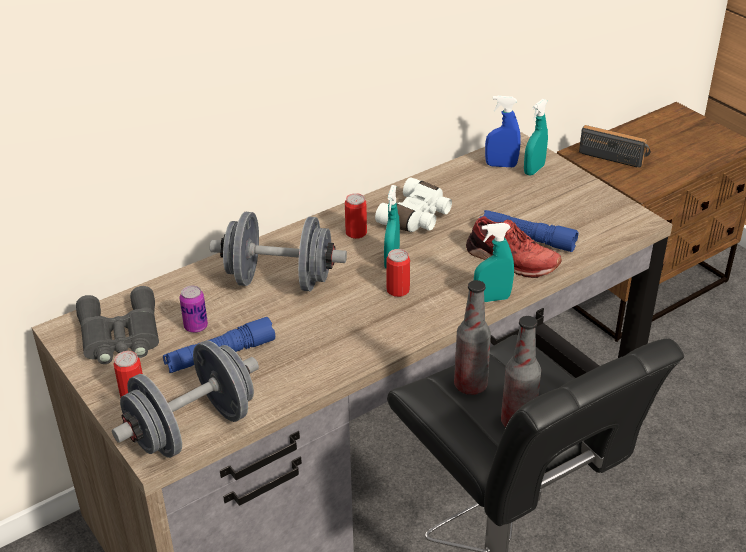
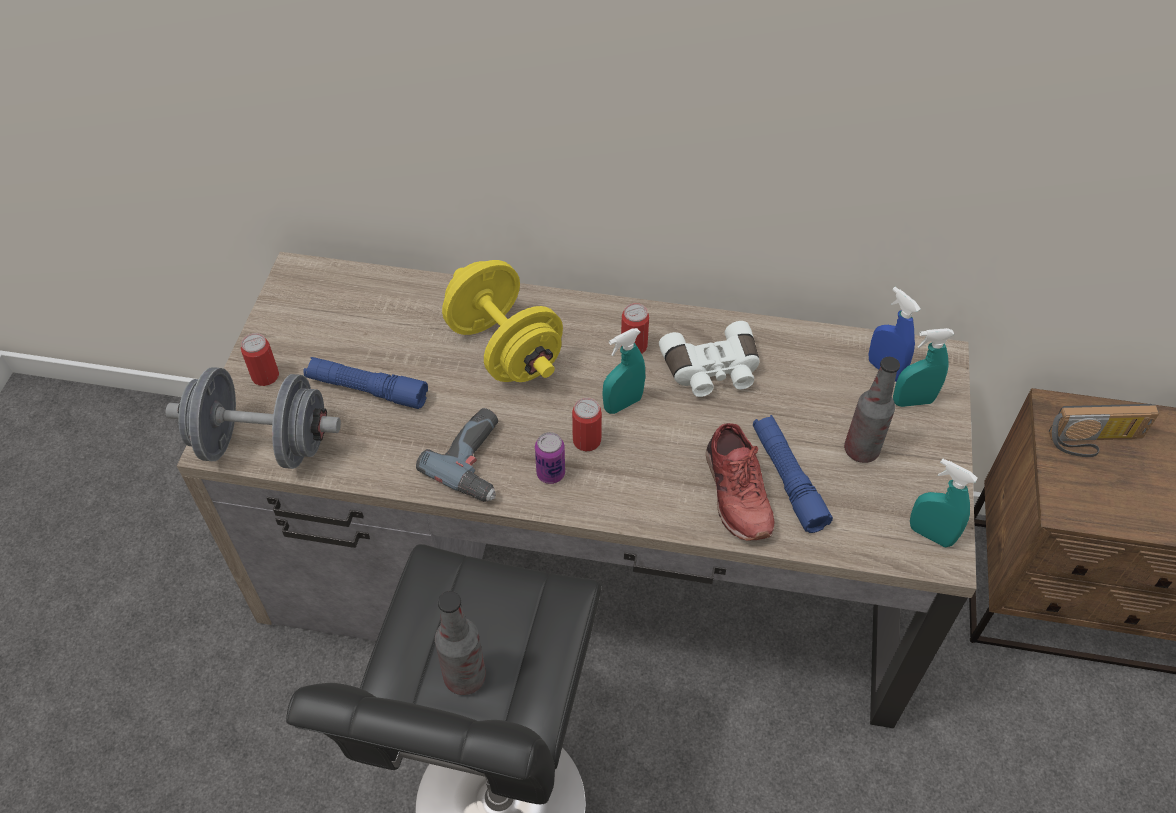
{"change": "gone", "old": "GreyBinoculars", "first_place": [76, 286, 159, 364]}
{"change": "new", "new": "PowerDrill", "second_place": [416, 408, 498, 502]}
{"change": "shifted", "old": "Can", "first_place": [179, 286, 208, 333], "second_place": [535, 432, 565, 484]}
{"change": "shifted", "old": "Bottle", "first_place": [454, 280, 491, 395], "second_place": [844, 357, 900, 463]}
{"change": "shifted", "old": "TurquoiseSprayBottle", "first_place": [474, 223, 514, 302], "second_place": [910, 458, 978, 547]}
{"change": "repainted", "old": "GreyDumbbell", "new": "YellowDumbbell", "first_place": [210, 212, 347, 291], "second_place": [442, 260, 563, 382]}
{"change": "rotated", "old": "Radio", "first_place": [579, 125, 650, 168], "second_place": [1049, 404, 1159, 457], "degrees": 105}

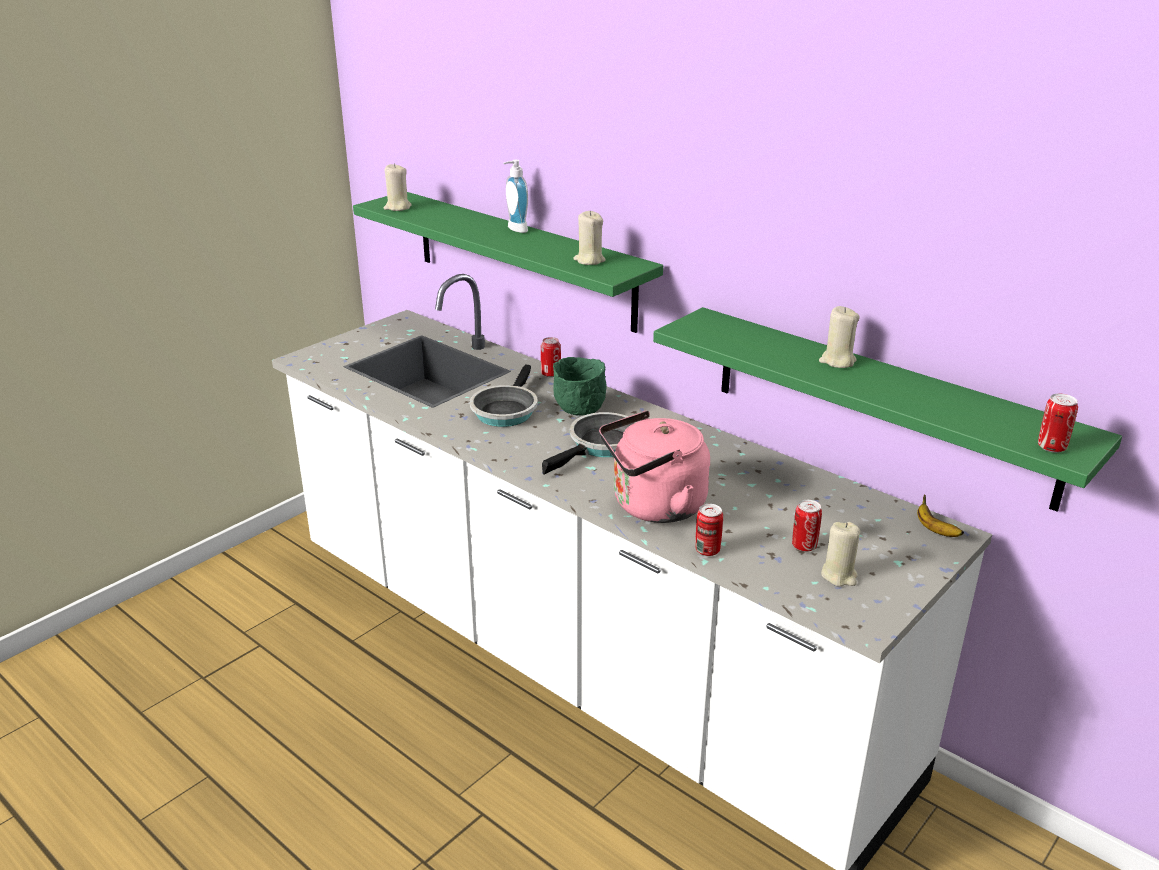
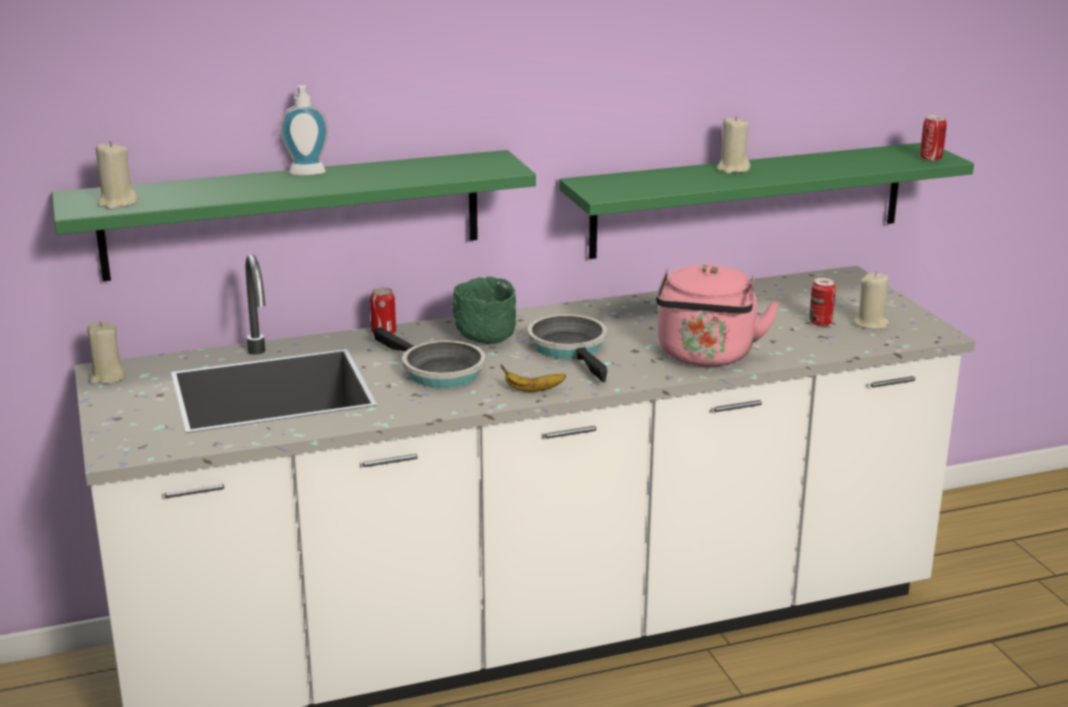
{"change": "gone", "old": "Can", "first_place": [695, 504, 723, 556]}
{"change": "shifted", "old": "BeigeCandle", "first_place": [573, 211, 606, 265], "second_place": [87, 321, 126, 384]}
{"change": "shifted", "old": "Banana", "first_place": [917, 494, 964, 537], "second_place": [500, 364, 566, 392]}

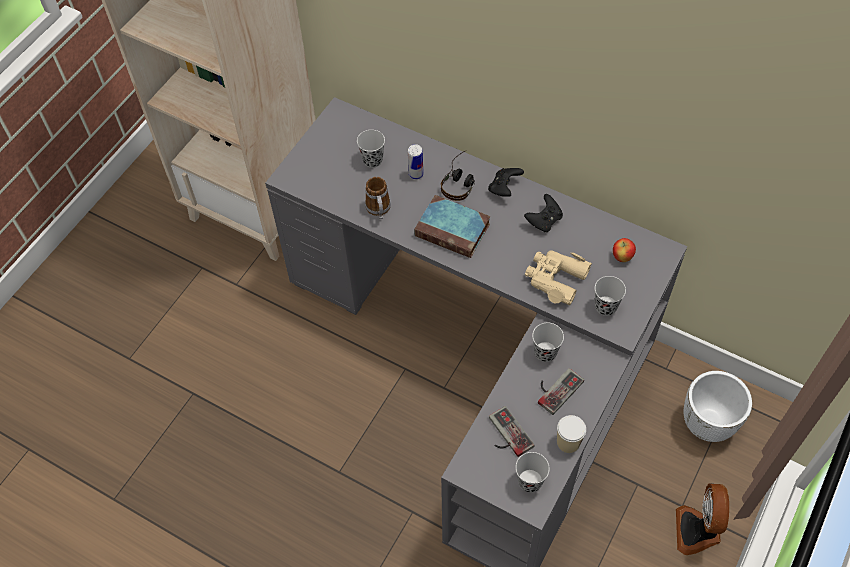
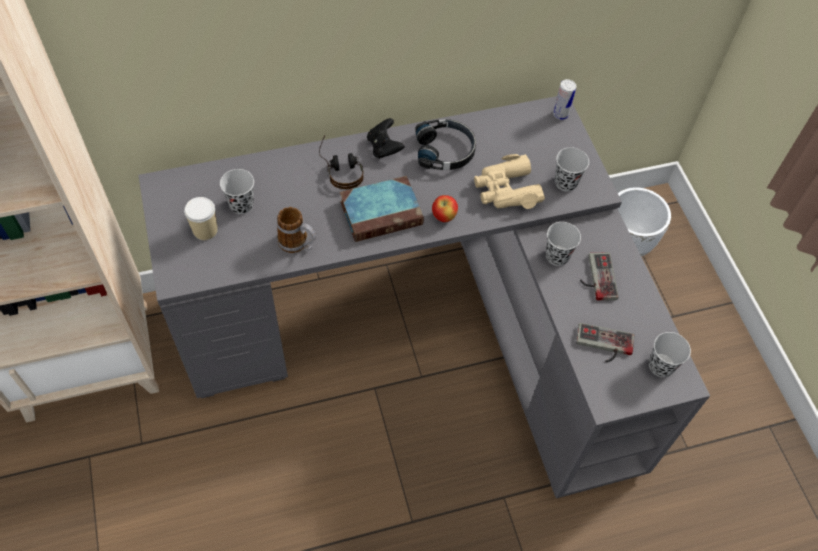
{"change": "gone", "old": "Fan", "first_place": [676, 483, 729, 555]}
{"change": "shifted", "old": "Can", "first_place": [408, 144, 423, 180], "second_place": [553, 79, 576, 120]}
{"change": "shifted", "old": "Cup", "first_place": [557, 415, 586, 453], "second_place": [184, 197, 218, 240]}
{"change": "shifted", "old": "Apple", "first_place": [613, 238, 636, 262], "second_place": [432, 195, 458, 222]}
{"change": "swapped", "old": "BlackGameController", "new": "BlackHeadphones", "first_place": [524, 194, 563, 232], "second_place": [415, 119, 476, 170]}

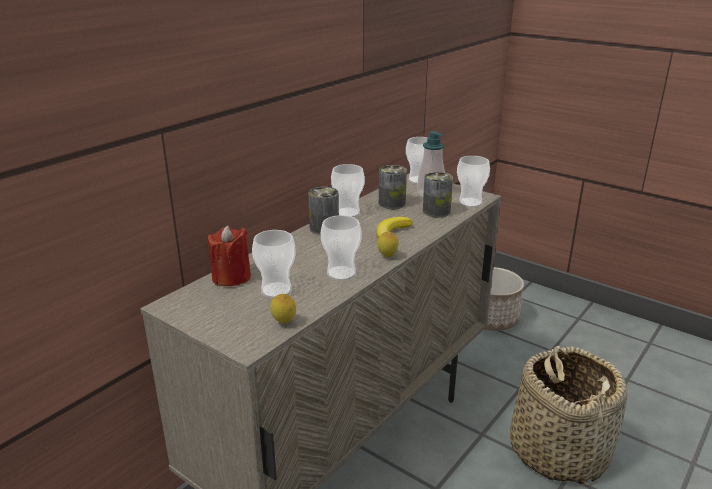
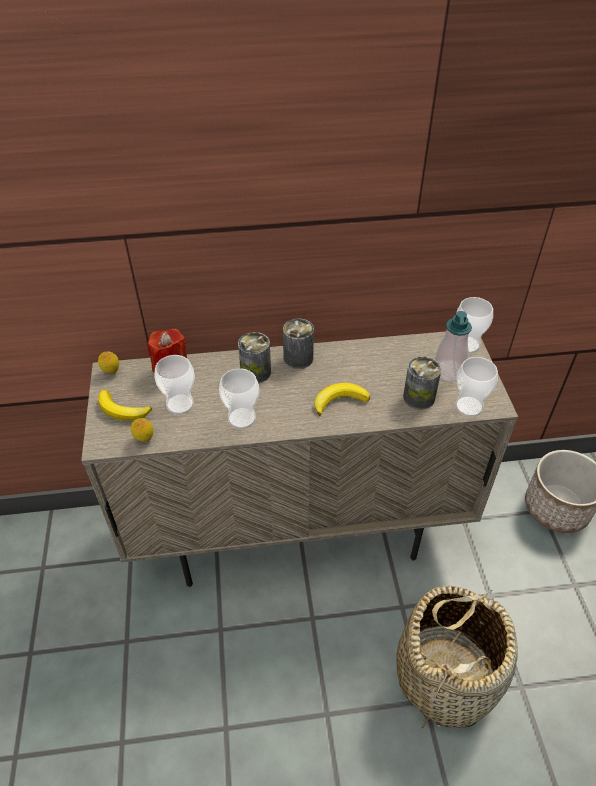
{"change": "gone", "old": "Cup", "first_place": [331, 164, 365, 217]}
{"change": "new", "new": "Banana", "second_place": [98, 390, 152, 420]}
{"change": "shifted", "old": "Lemon", "first_place": [377, 232, 398, 257], "second_place": [98, 352, 119, 374]}
{"change": "shifted", "old": "Can", "first_place": [379, 165, 407, 209], "second_place": [238, 332, 271, 383]}

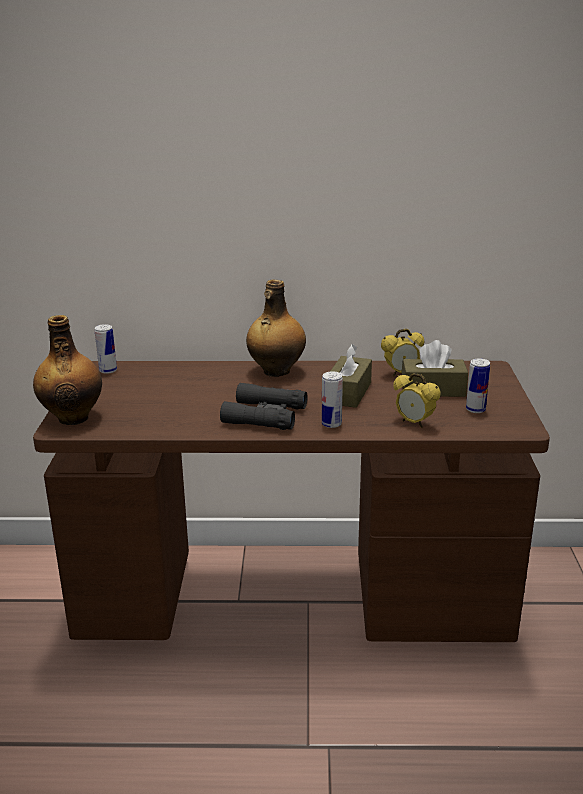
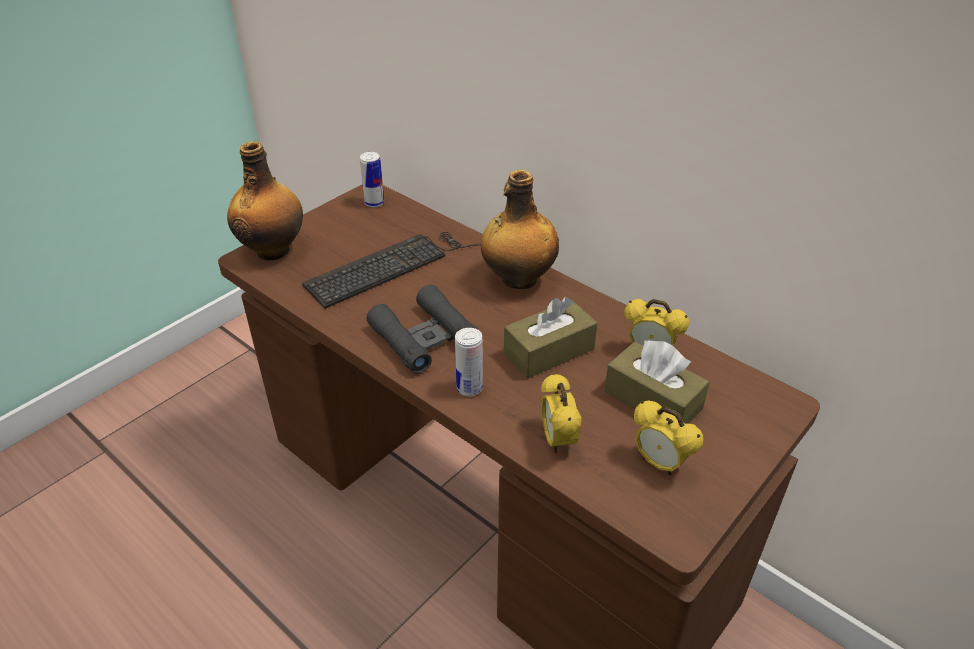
{"change": "new", "new": "Keyboard", "second_place": [302, 232, 481, 309]}
{"change": "swapped", "old": "Can", "new": "AlarmClock", "first_place": [466, 358, 490, 413], "second_place": [634, 401, 704, 476]}

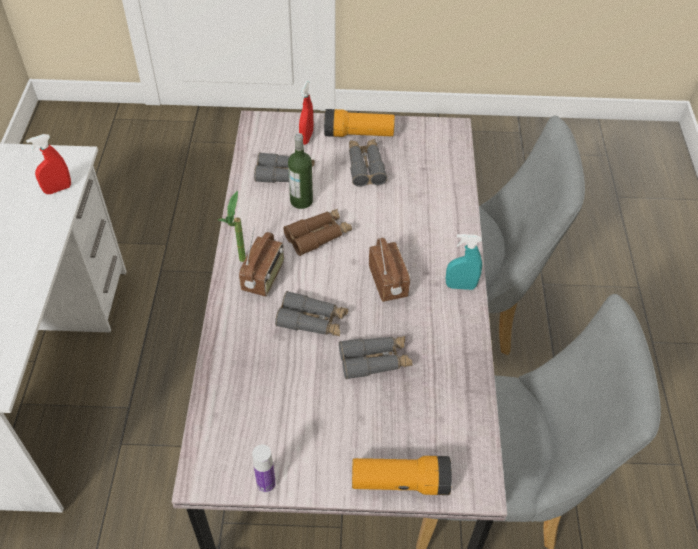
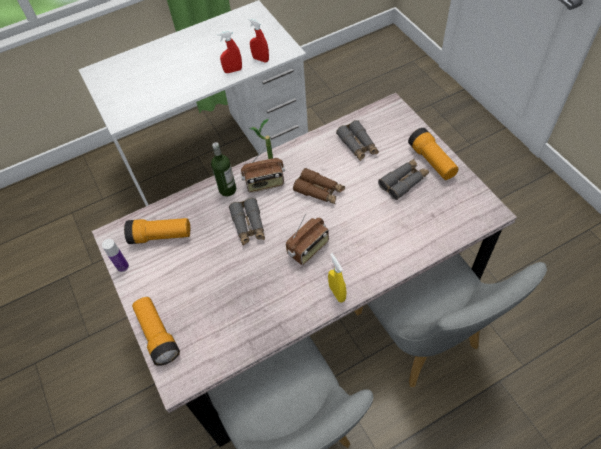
{"change": "gone", "old": "GreyBinoculars", "first_place": [339, 336, 413, 380]}
{"change": "new", "new": "Flashlight", "second_place": [124, 218, 190, 244]}
{"change": "shifted", "old": "Bottle", "first_place": [288, 133, 313, 209], "second_place": [211, 142, 236, 196]}
{"change": "shifted", "old": "RedSprayBottle", "first_place": [299, 81, 313, 145], "second_place": [217, 31, 242, 73]}
{"change": "repainted", "old": "TurquoiseSprayBottle", "new": "YellowSprayBottle", "first_place": [446, 234, 482, 290], "second_place": [328, 253, 346, 303]}

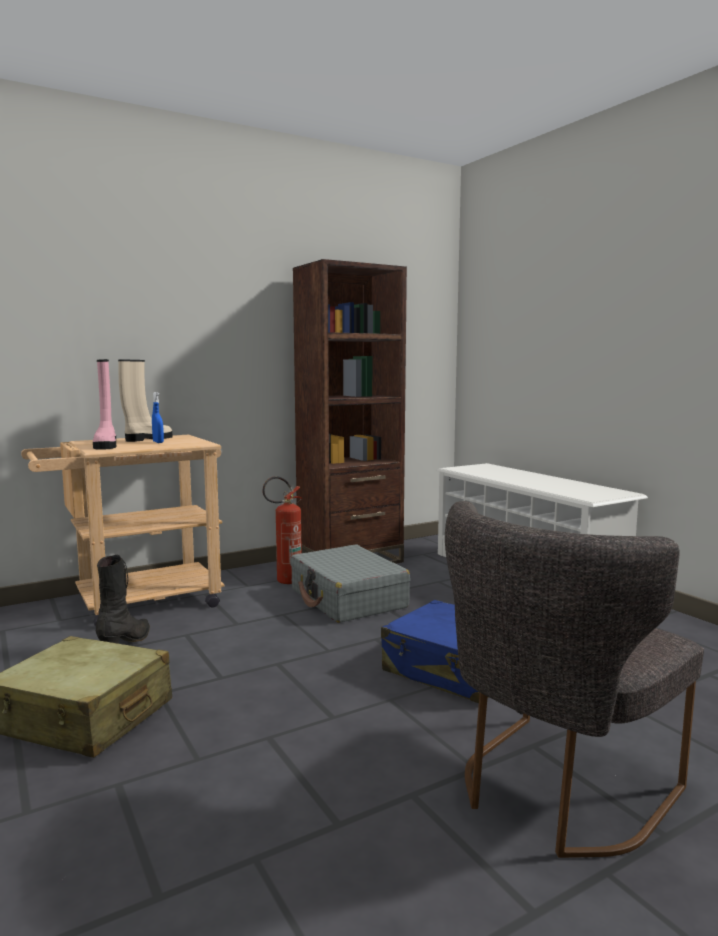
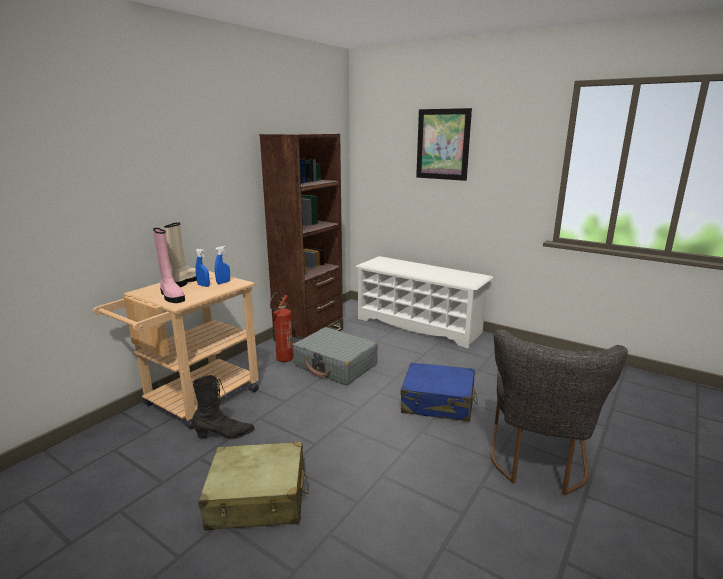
{"change": "new", "new": "BlueSprayBottle", "second_place": [215, 246, 230, 284]}
{"change": "new", "new": "Picture", "second_place": [416, 108, 472, 181]}
{"change": "rotated", "old": "BlackBoot", "first_place": [96, 554, 150, 644], "second_place": [192, 375, 255, 440], "degrees": 90}

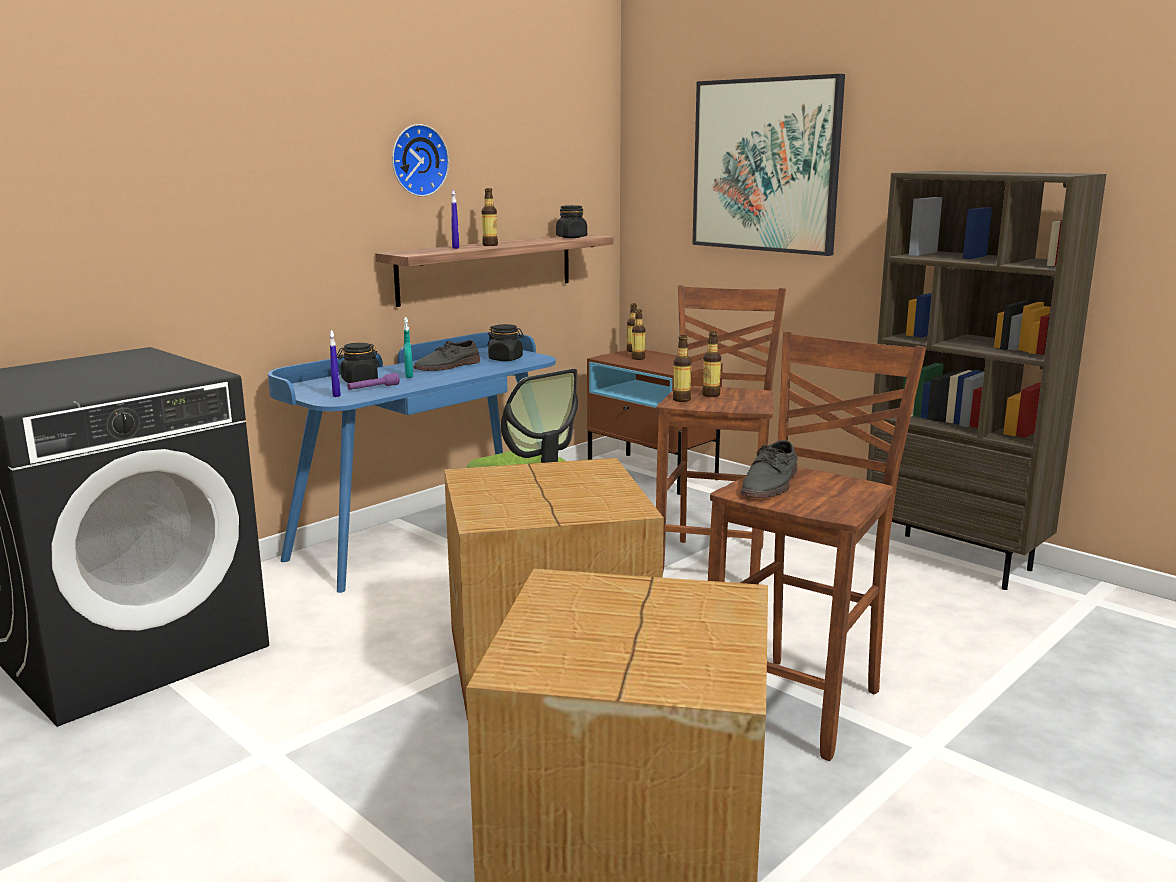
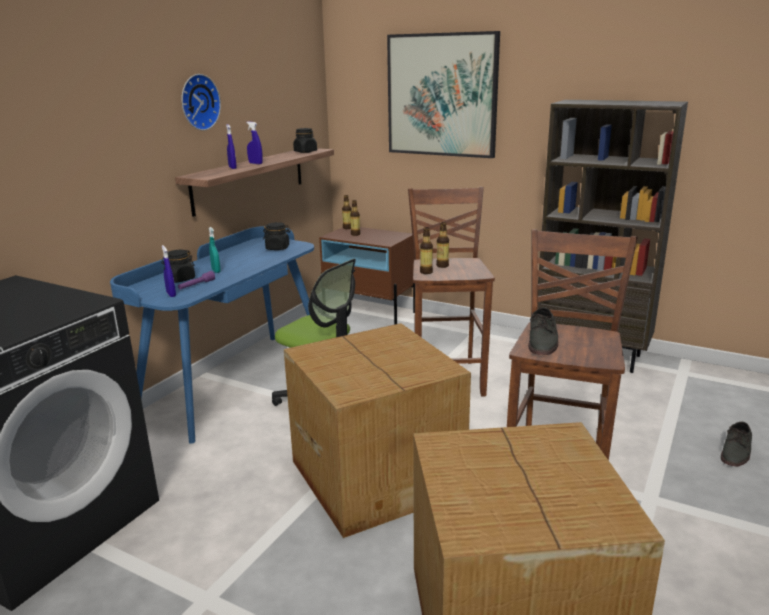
{"change": "shifted", "old": "GreyShoe", "first_place": [413, 340, 480, 371], "second_place": [721, 422, 752, 466]}
{"change": "swapped", "old": "Bottle", "new": "BlueSprayBottle", "first_place": [482, 188, 498, 246], "second_place": [246, 122, 263, 164]}

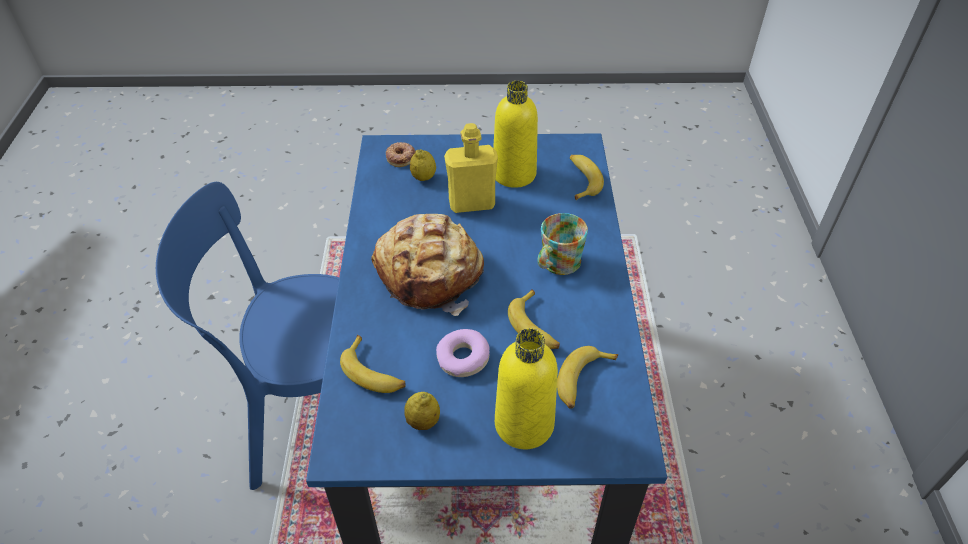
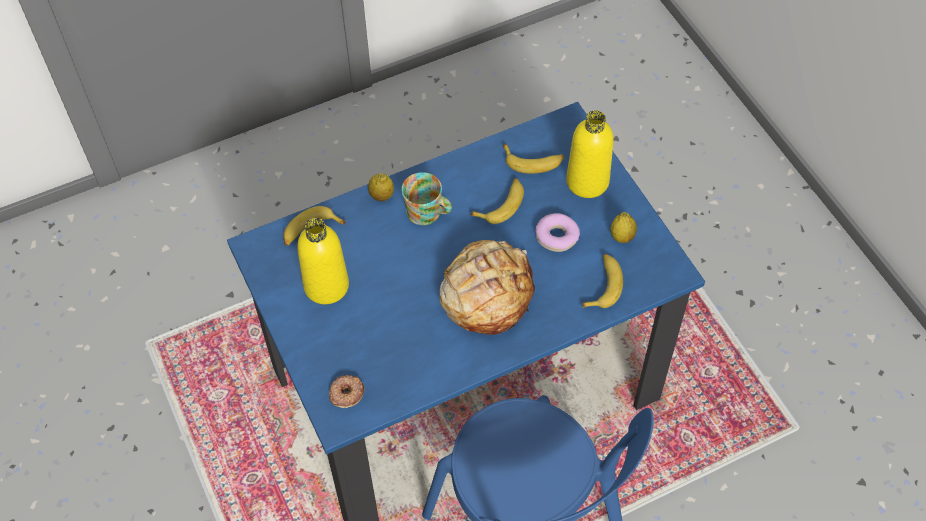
{"change": "gone", "old": "YellowBottle", "first_place": [444, 123, 498, 213]}
{"change": "shifted", "old": "Lemon", "first_place": [410, 149, 436, 181], "second_place": [368, 173, 394, 201]}

